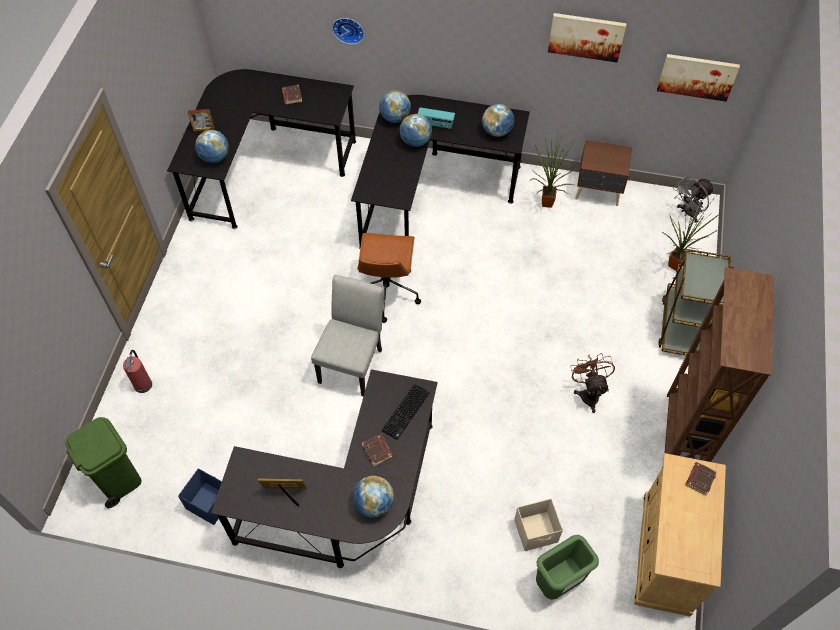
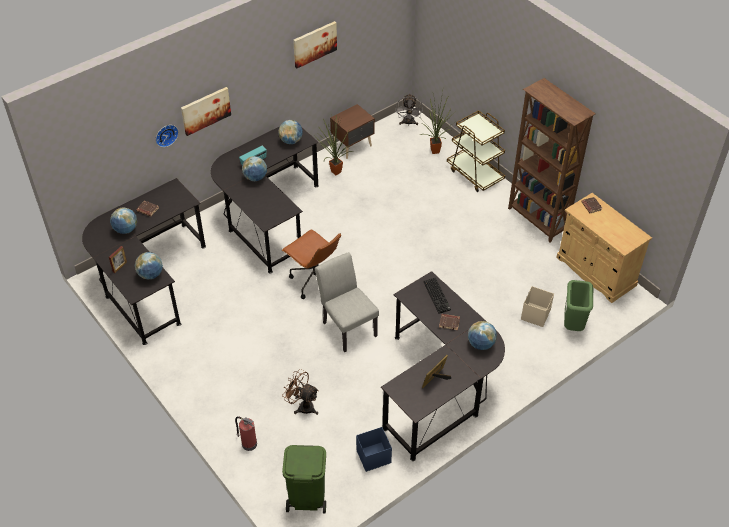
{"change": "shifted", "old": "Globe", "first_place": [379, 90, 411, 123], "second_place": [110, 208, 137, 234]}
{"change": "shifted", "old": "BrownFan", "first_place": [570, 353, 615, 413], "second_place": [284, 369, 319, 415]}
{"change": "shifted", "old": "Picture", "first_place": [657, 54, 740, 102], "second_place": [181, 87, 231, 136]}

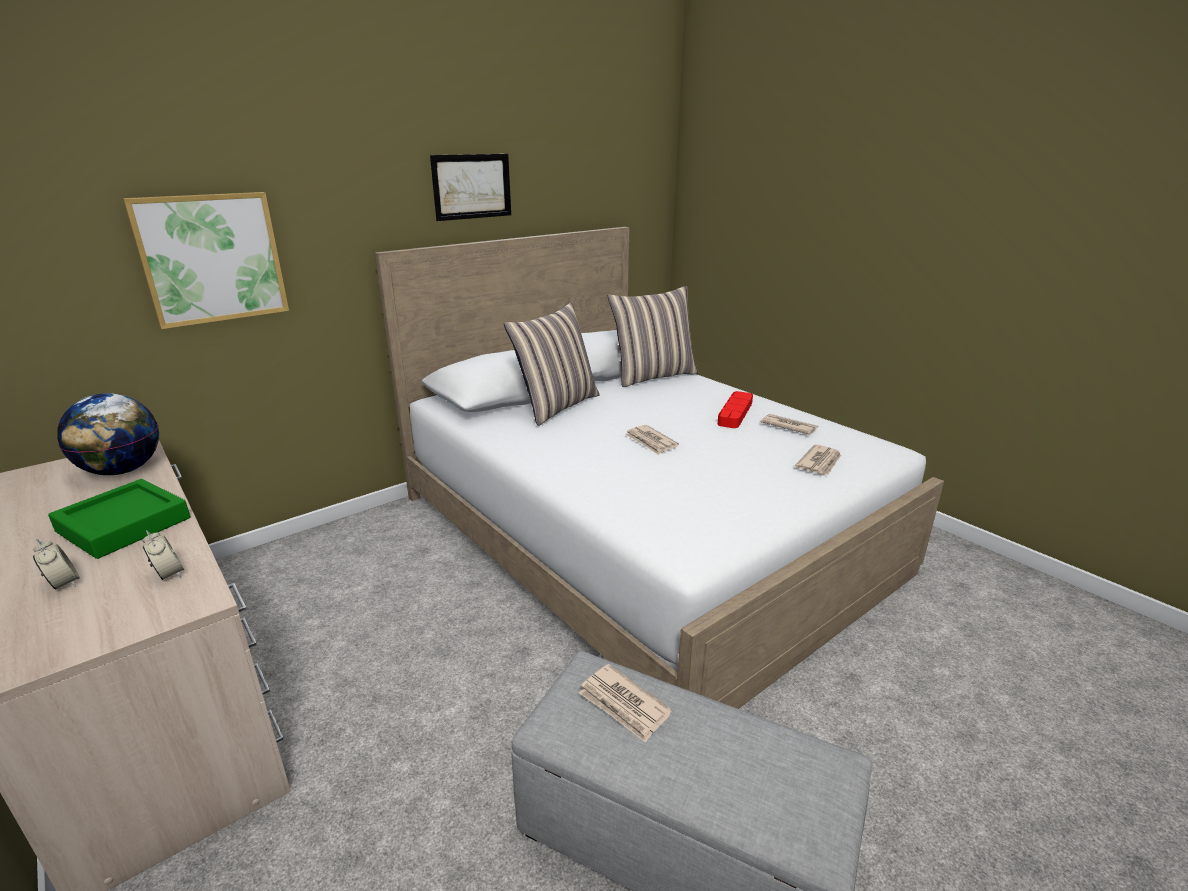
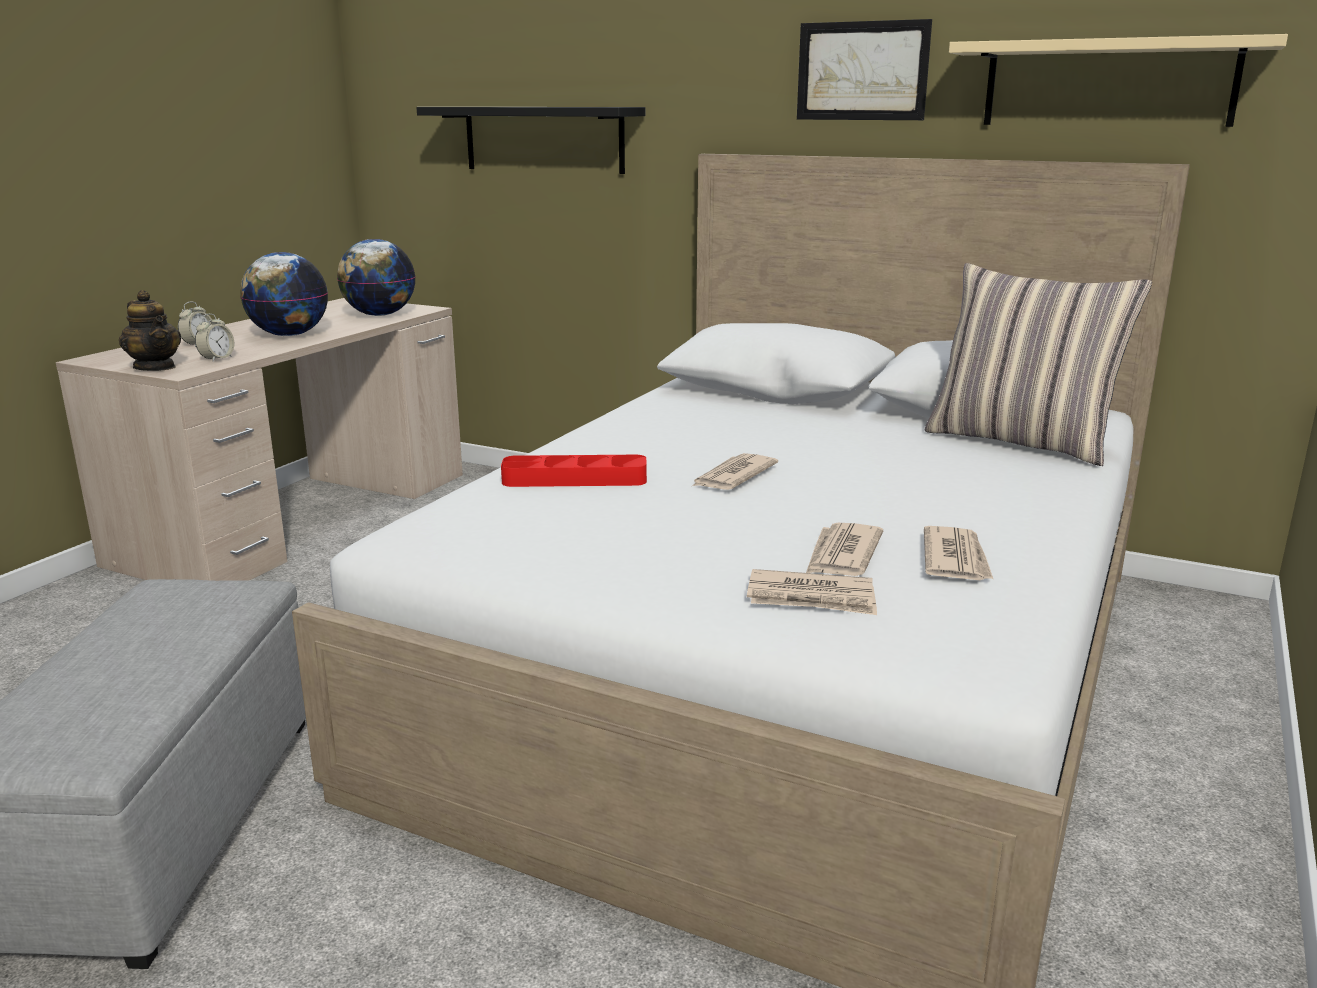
{"change": "gone", "old": "Pillow", "first_place": [504, 302, 600, 426]}
{"change": "new", "new": "Teapot", "second_place": [119, 290, 181, 371]}
{"change": "new", "new": "BeigeShelf", "second_place": [949, 34, 1288, 127]}
{"change": "shifted", "old": "Newspaper", "first_place": [579, 664, 672, 743], "second_place": [806, 523, 883, 576]}
{"change": "shifted", "old": "RedTray", "first_place": [718, 391, 753, 428], "second_place": [501, 455, 647, 487]}
{"change": "swapped", "old": "GreenTray", "new": "Globe", "first_place": [48, 479, 190, 559], "second_place": [240, 252, 328, 336]}
{"change": "swapped", "old": "Picture", "new": "BlackShelf", "first_place": [123, 192, 289, 329], "second_place": [416, 107, 645, 174]}

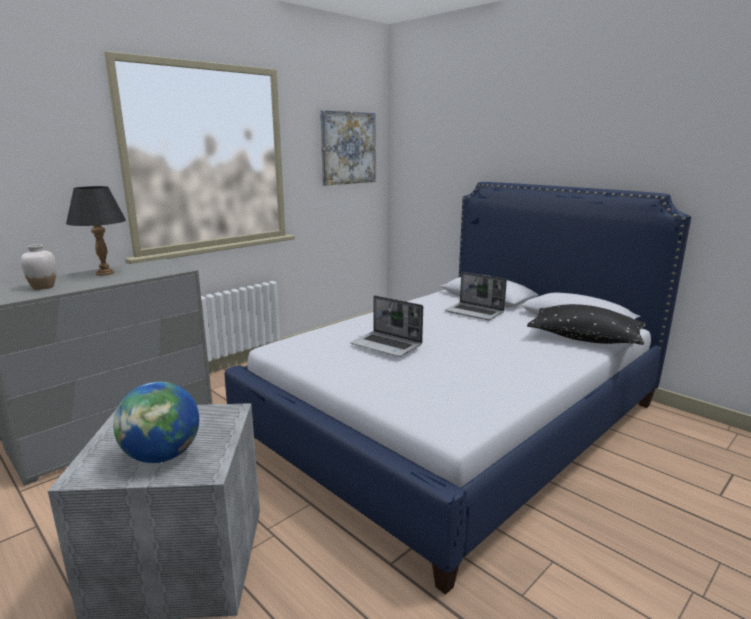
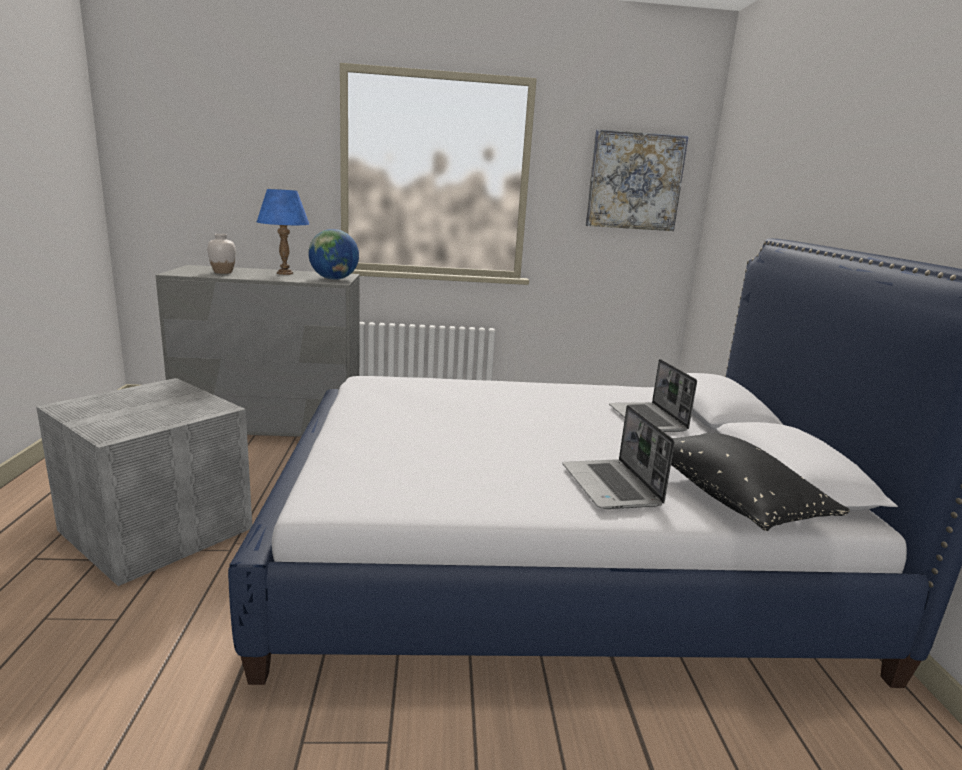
{"change": "shifted", "old": "Globe", "first_place": [113, 382, 199, 463], "second_place": [308, 229, 359, 280]}
{"change": "shifted", "old": "Laptop", "first_place": [350, 295, 423, 357], "second_place": [563, 405, 675, 509]}
{"change": "repainted", "old": "BlackTableLamp", "new": "BlueTableLamp", "first_place": [66, 186, 126, 275], "second_place": [257, 189, 309, 275]}

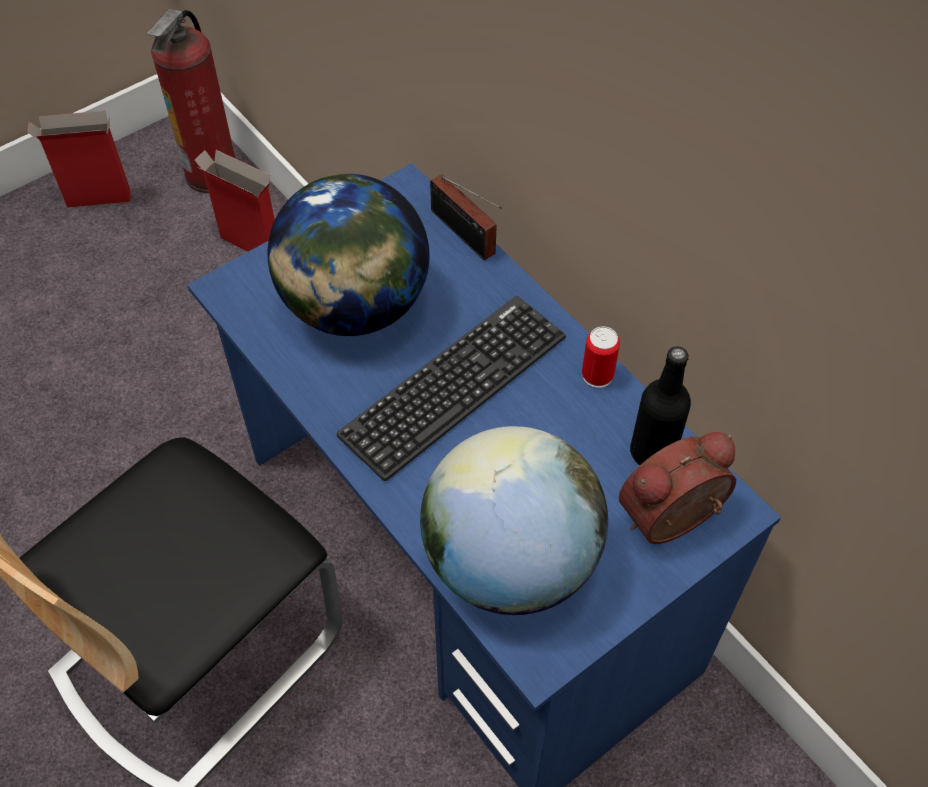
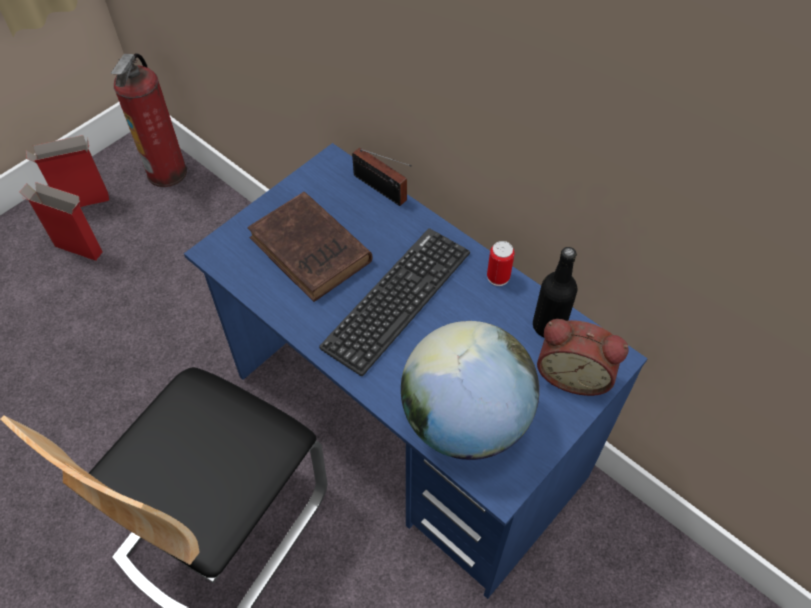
{"change": "shifted", "old": "CardboardBox", "first_place": [195, 150, 275, 252], "second_place": [19, 182, 103, 261]}
{"change": "swapped", "old": "Globe", "new": "BrownBook", "first_place": [268, 174, 429, 336], "second_place": [248, 192, 372, 302]}
{"change": "rotated", "old": "AlarmClock", "first_place": [619, 432, 736, 544], "second_place": [537, 319, 629, 396], "degrees": -120}

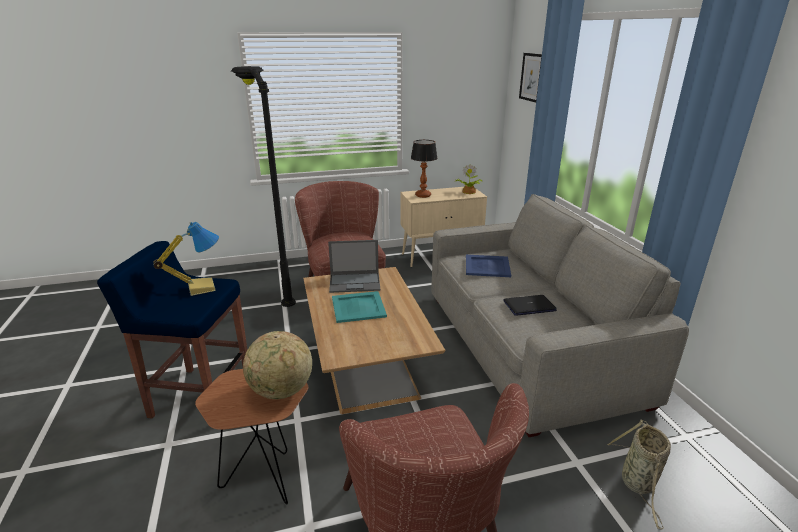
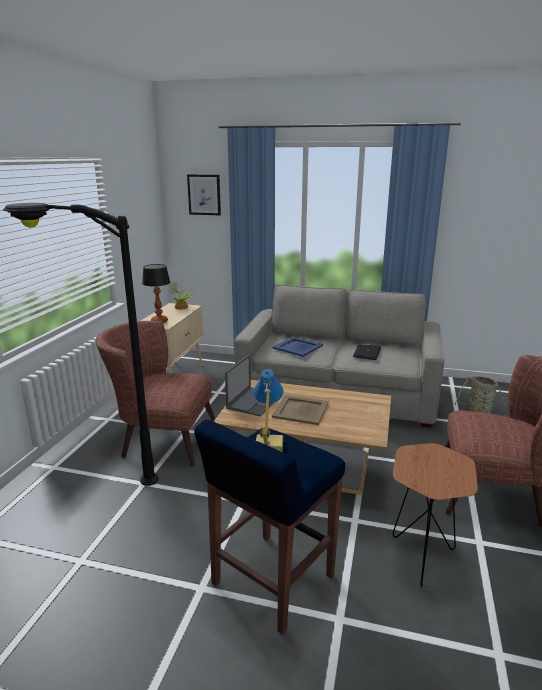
{"change": "gone", "old": "Globe", "first_place": [243, 331, 312, 399]}
{"change": "repainted", "old": "TurquoiseTray", "new": "BeigeTray", "first_place": [332, 291, 387, 323], "second_place": [272, 395, 329, 425]}

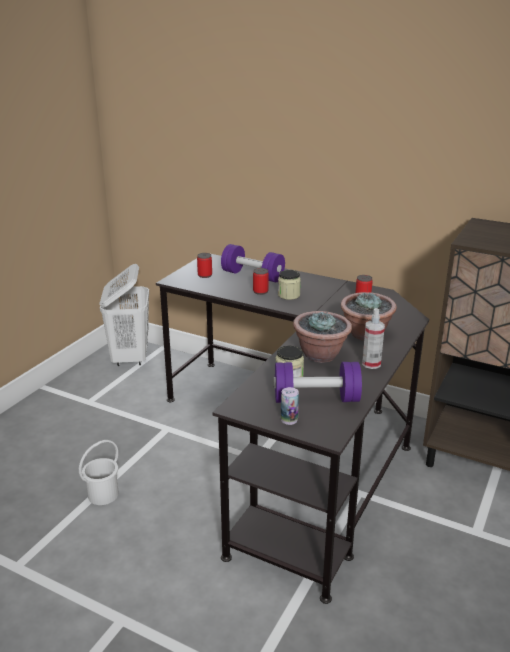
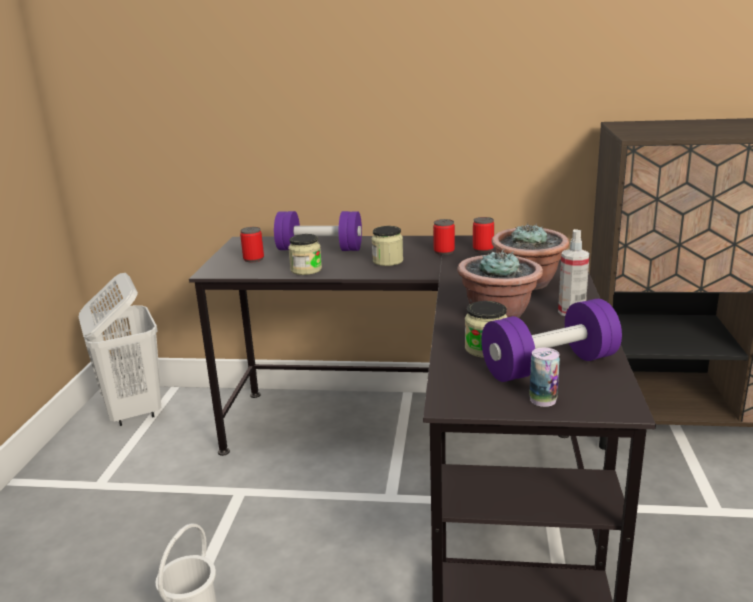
{"change": "new", "new": "Jar", "second_place": [288, 234, 322, 275]}
{"change": "shifted", "old": "Can", "first_place": [253, 268, 269, 295], "second_place": [433, 219, 455, 255]}

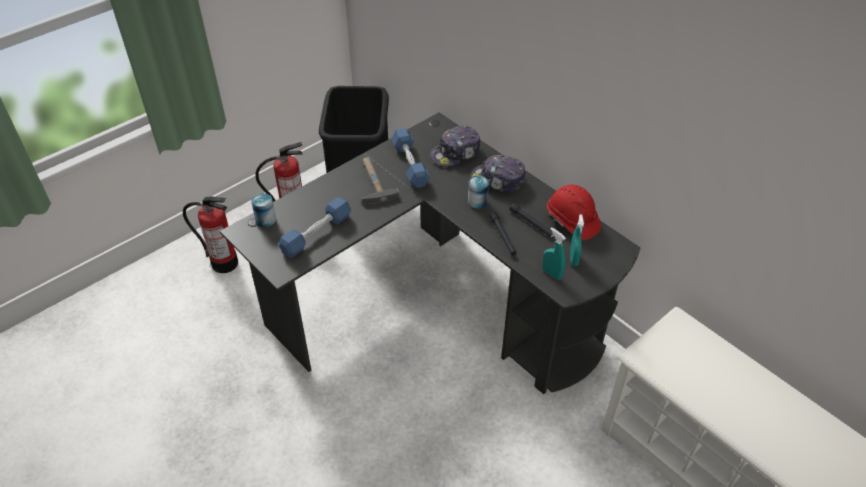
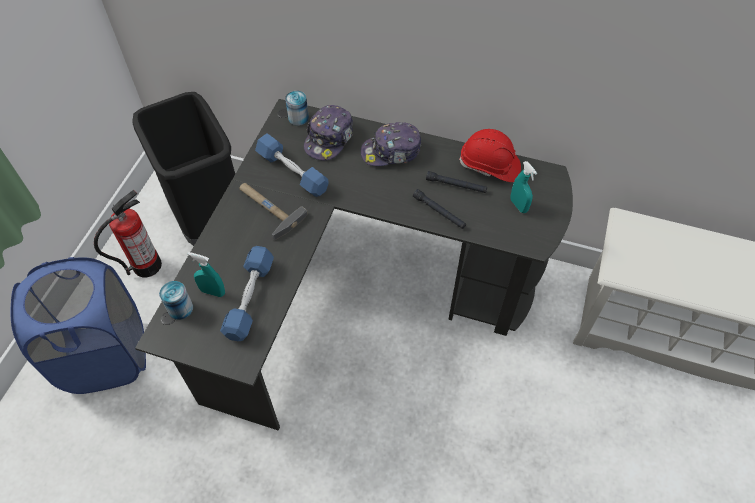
{"change": "shifted", "old": "Can", "first_place": [468, 175, 489, 209], "second_place": [285, 91, 309, 126]}
{"change": "shifted", "old": "TurquoiseSprayBottle", "first_place": [542, 227, 566, 280], "second_place": [188, 252, 225, 297]}
{"change": "swapped", "old": "FireExtinguisher", "new": "BlueLaundryBasket", "first_place": [183, 196, 238, 273], "second_place": [11, 257, 146, 394]}

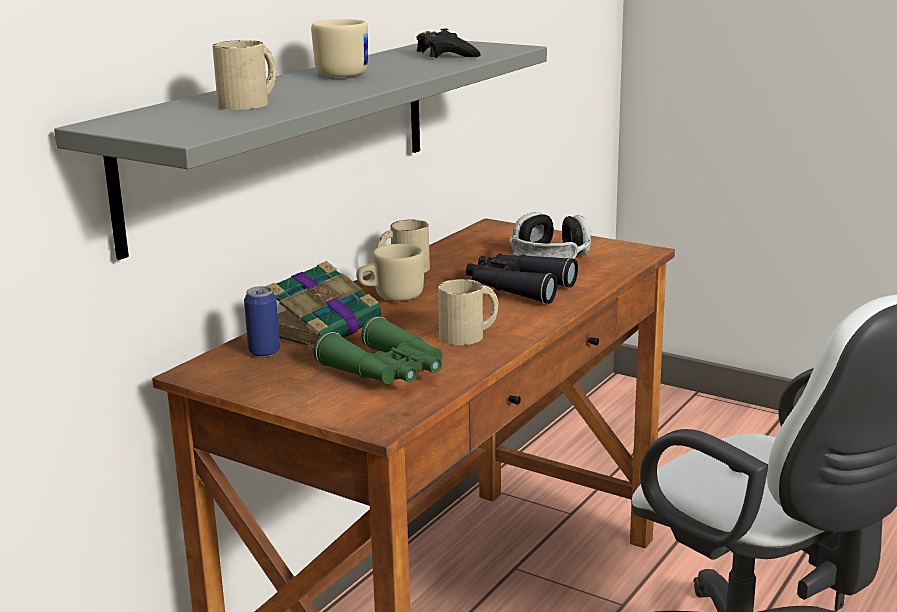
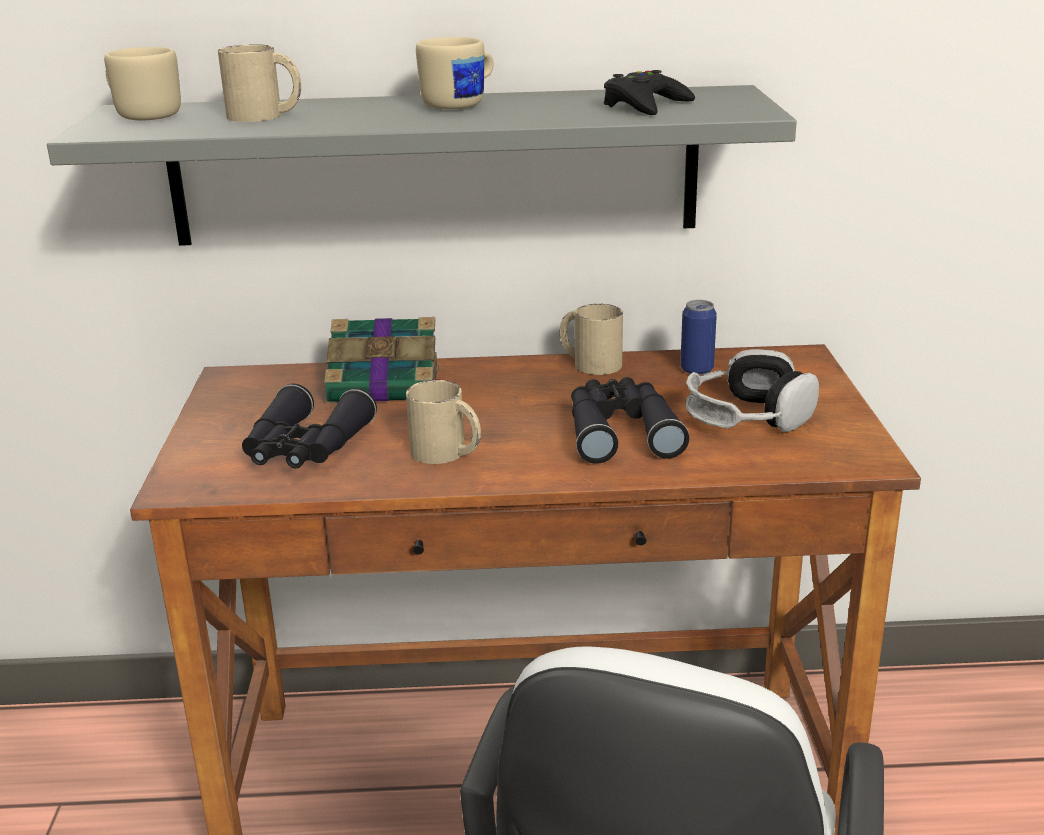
{"change": "shifted", "old": "Can", "first_place": [244, 286, 280, 357], "second_place": [680, 300, 717, 375]}
{"change": "shifted", "old": "BeigeMug", "first_place": [356, 244, 424, 301], "second_place": [104, 47, 181, 120]}
{"change": "repainted", "old": "GreenBinoculars", "new": "BlackBinoculars", "first_place": [314, 316, 442, 384], "second_place": [242, 384, 377, 468]}

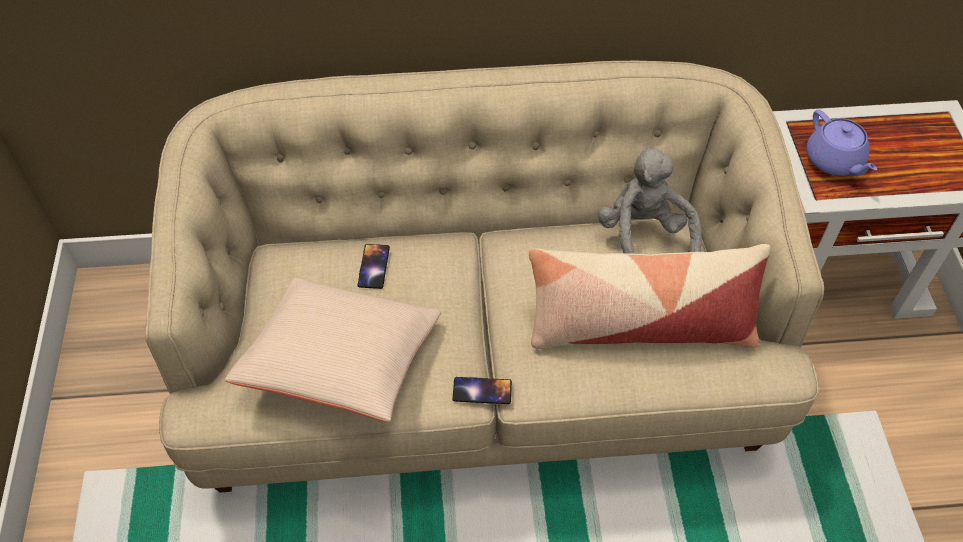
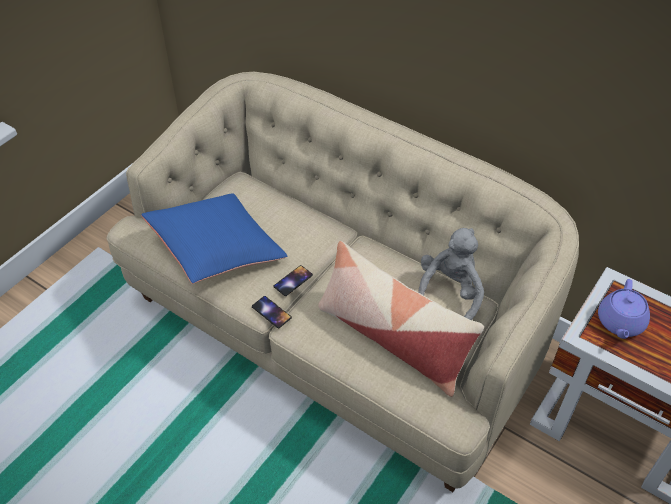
{"change": "shifted", "old": "Phone", "first_place": [358, 244, 390, 289], "second_place": [273, 265, 313, 296]}
{"change": "repainted", "old": "BeigePillow", "new": "BluePillow", "first_place": [225, 278, 441, 422], "second_place": [141, 193, 287, 284]}

